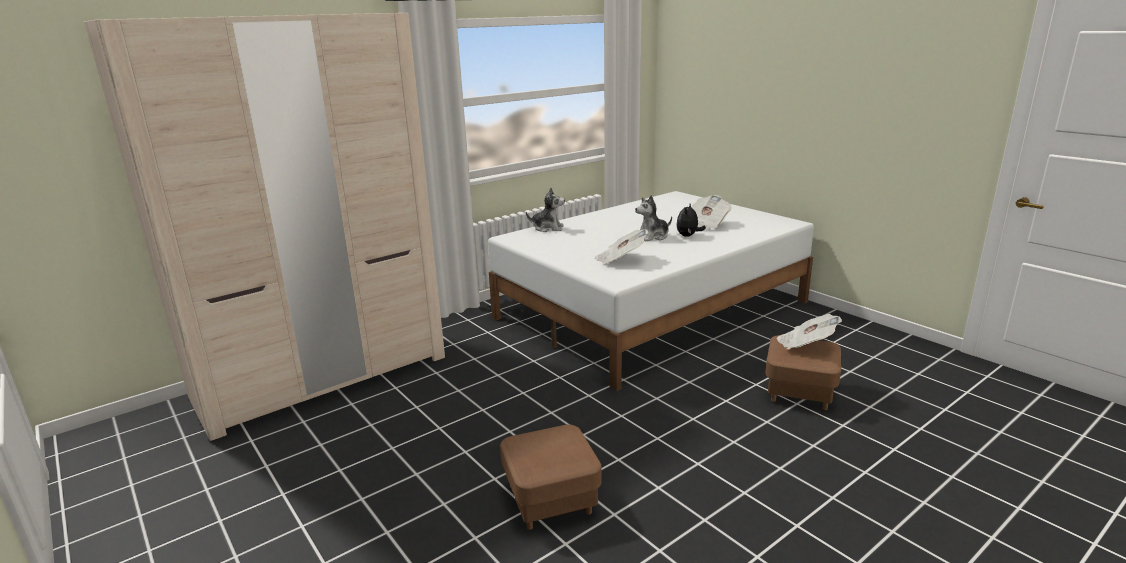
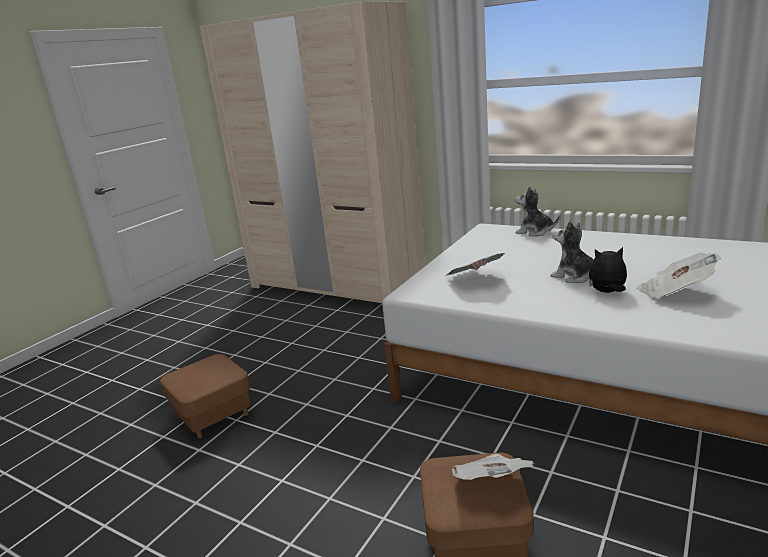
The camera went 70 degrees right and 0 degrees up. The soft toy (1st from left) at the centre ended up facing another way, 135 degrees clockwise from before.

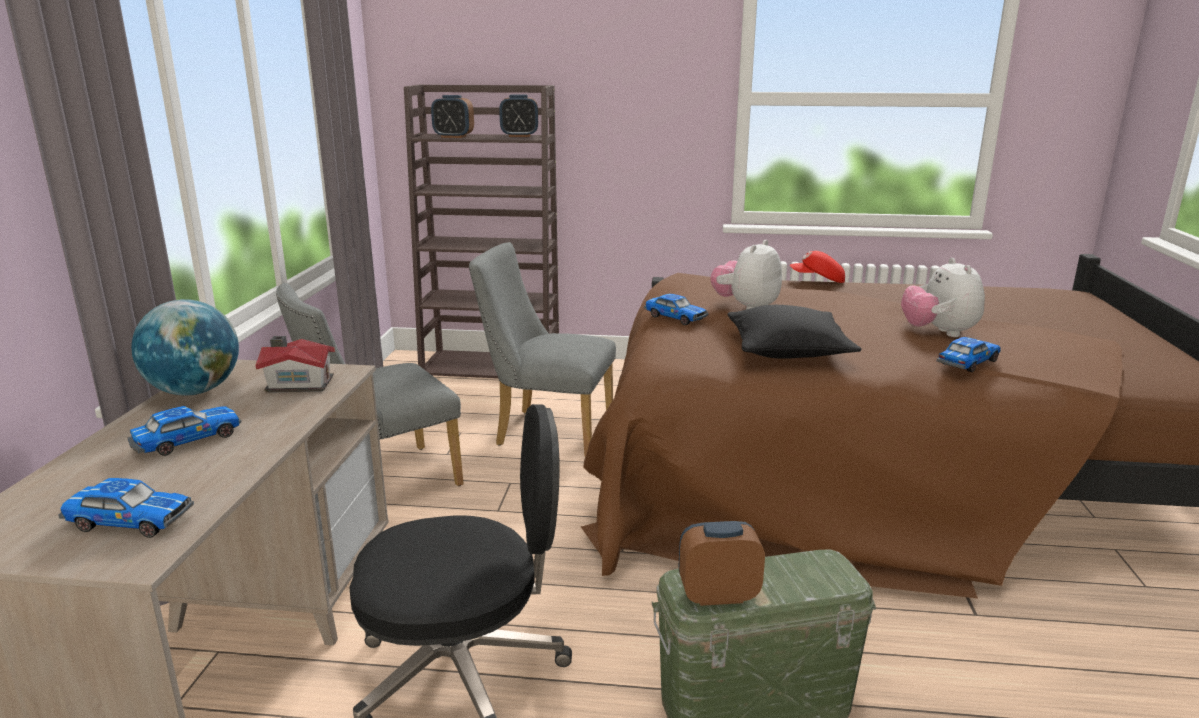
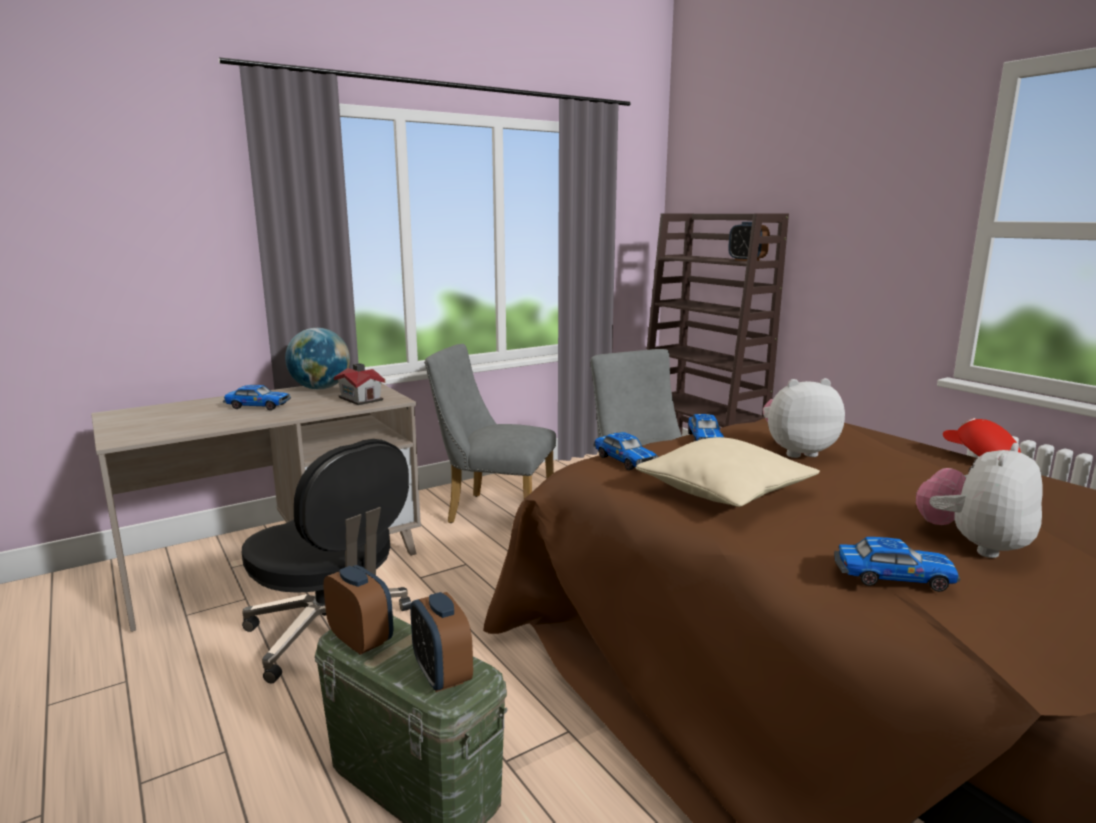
The camera went 50 degrees right and 5 degrees down. The table clock (1st from left in the first image) ended up elsewhere, having gone from the top centre to the bottom centre. The model car (1st from left in the first image) ended up elsewhere, having gone from the bottom left to the centre. What was the cushion in black-coloured at the centre turned into the cushion in sand-coloured at the centre.

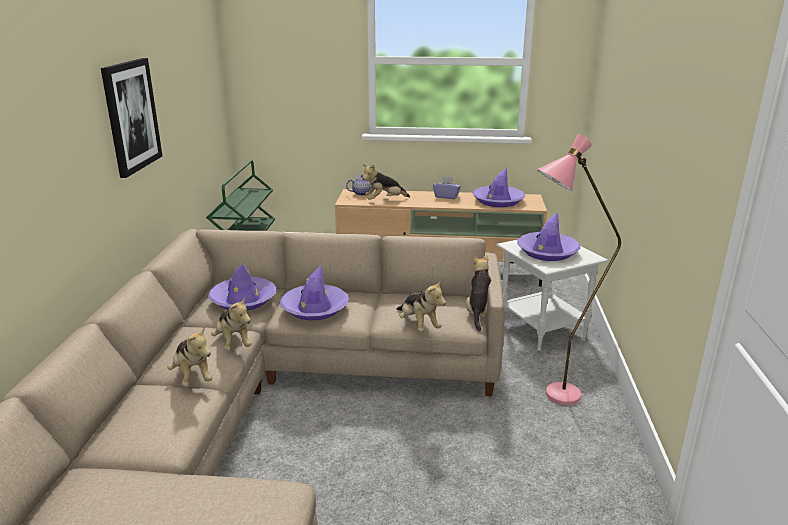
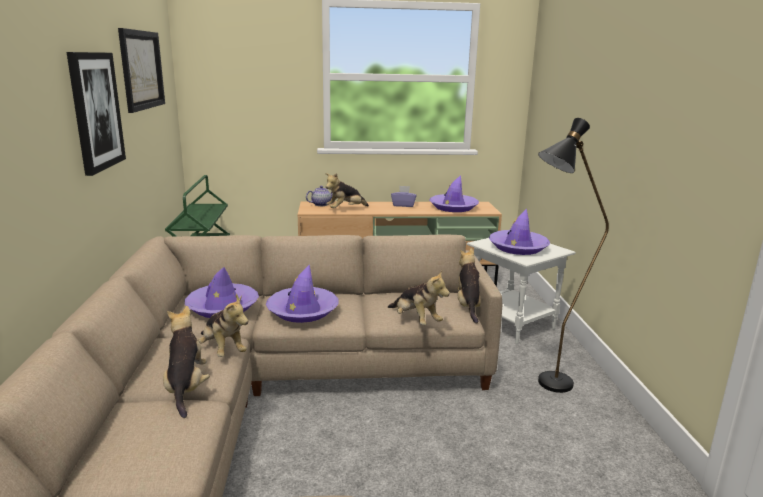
The camera went 10 degrees left and 5 degrees down. The second view gained the wall art (2nd from left) at the top left. The soft toy (1st from left) at the bottom left ended up facing another way, 150 degrees counterclockwise from before. What was the floor lamp in pink-coloured at the middle right turned into the floor lamp in black-coloured at the middle right.

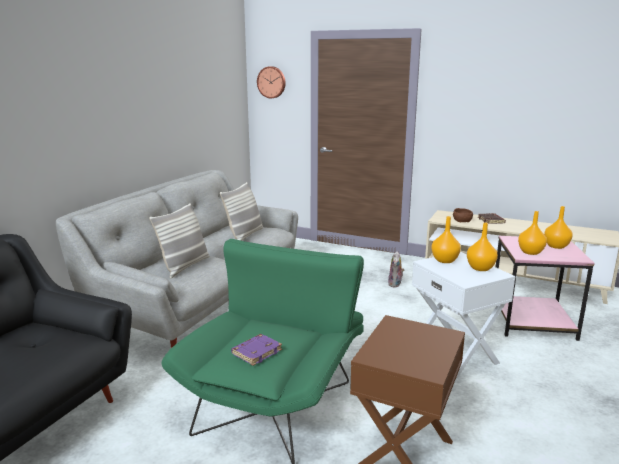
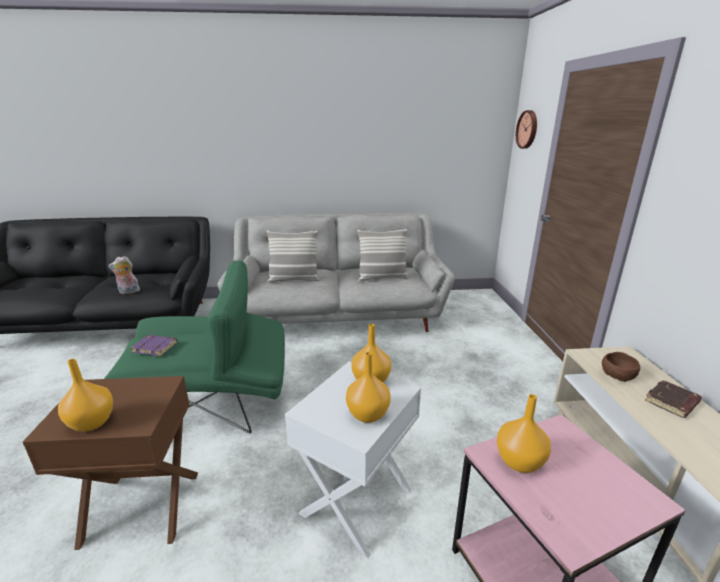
The camera went 60 degrees right and 5 degrees up. The decorative vase in orangey (4th from left in the first image) ended up elsewhere, having gone from the middle right to the bottom left. The soft toy ended up elsewhere, having gone from the centre to the middle left.

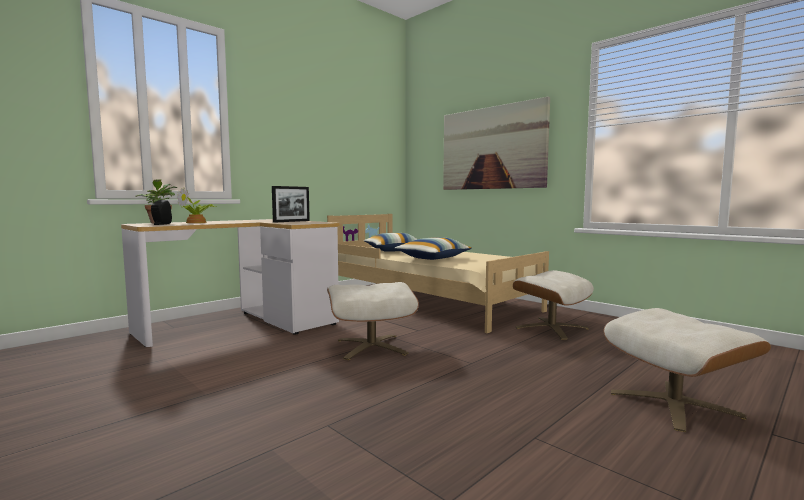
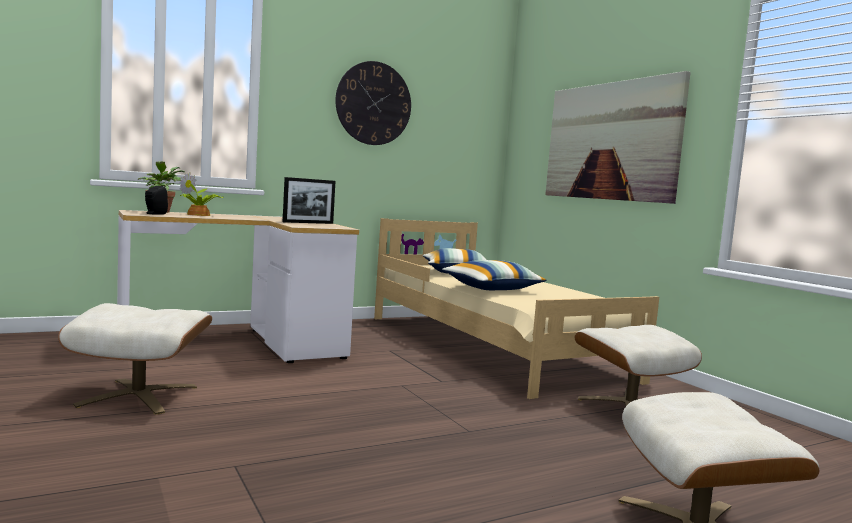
The camera went 15 degrees right and 0 degrees up. The footrest in sand-coloured (1st from left) ended up elsewhere, having gone from the centre to the bottom left. The second view gained the hanging clock at the top centre.

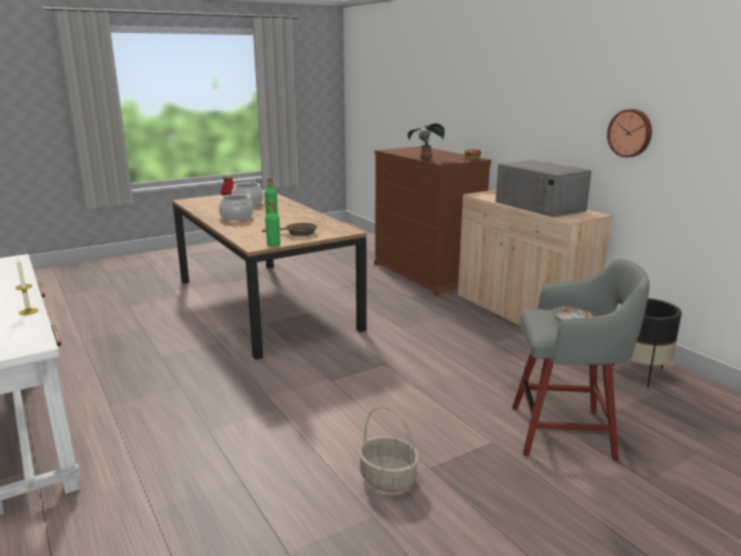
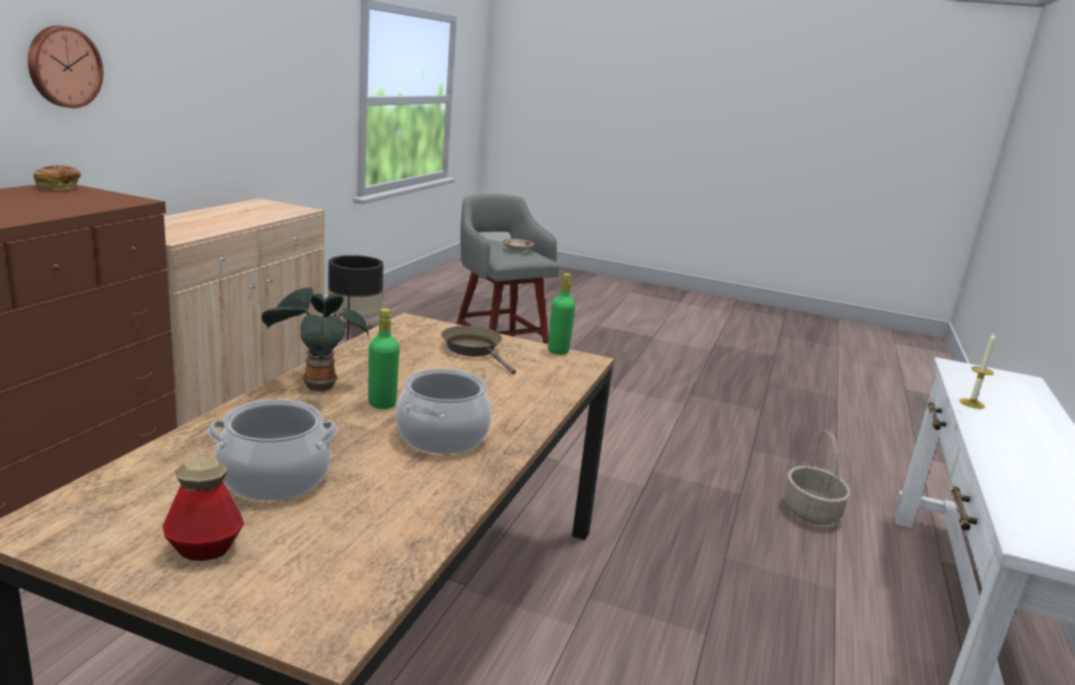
The camera went 130 degrees left and 0 degrees up. The hanging clock ended up elsewhere, having gone from the top right to the top left. The houseplant ended up elsewhere, having gone from the top centre to the middle left. The storage basket ended up elsewhere, having gone from the bottom centre to the bottom right. The second view lost the kitchen microwave in grey at the middle right.

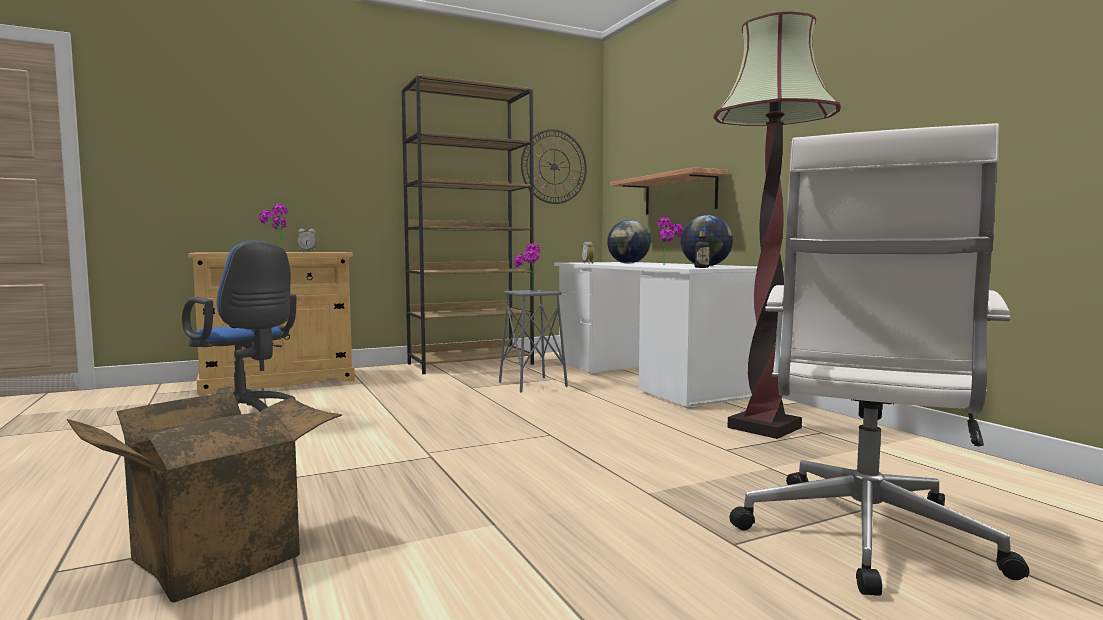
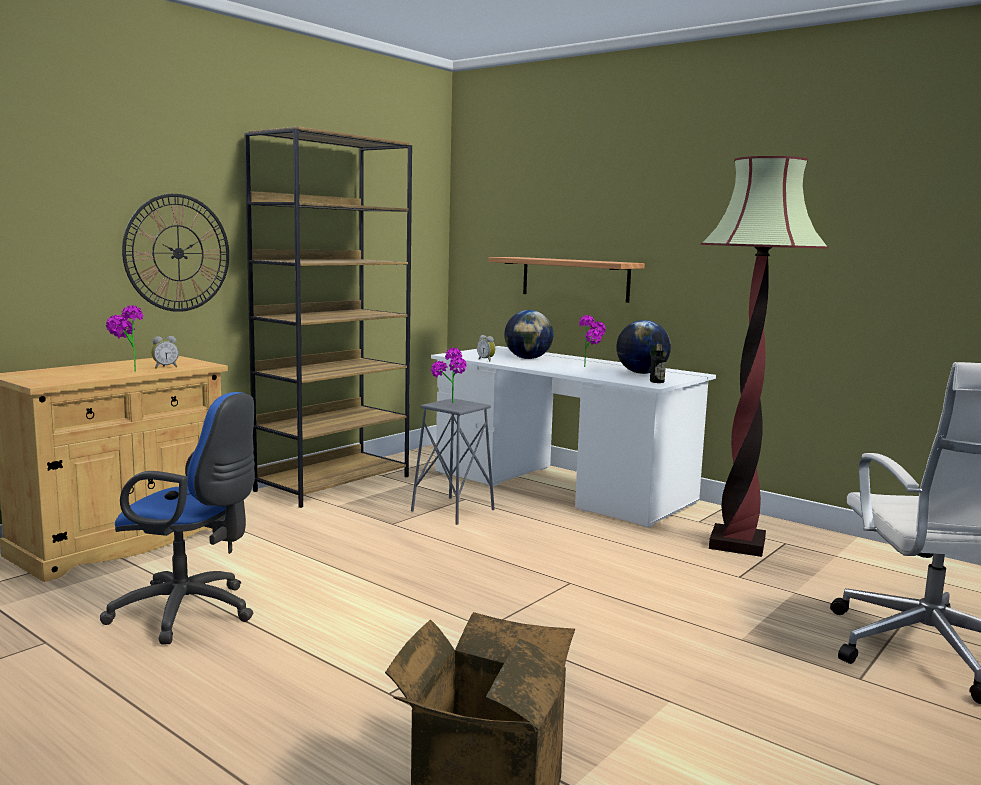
The camera went 25 degrees left and 5 degrees up. The hanging clock ended up elsewhere, having gone from the top centre to the top left.

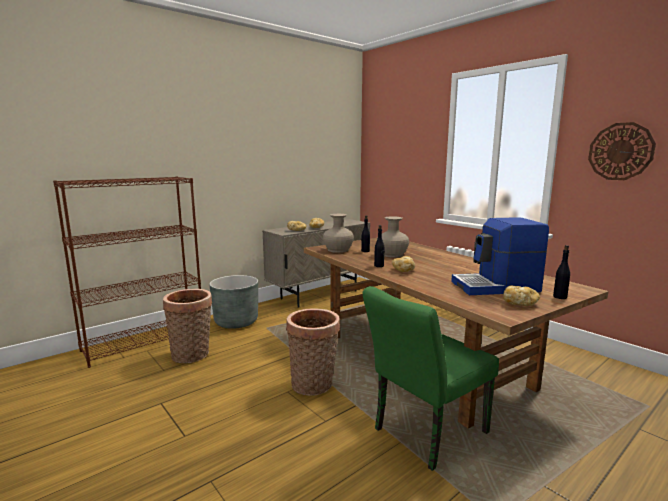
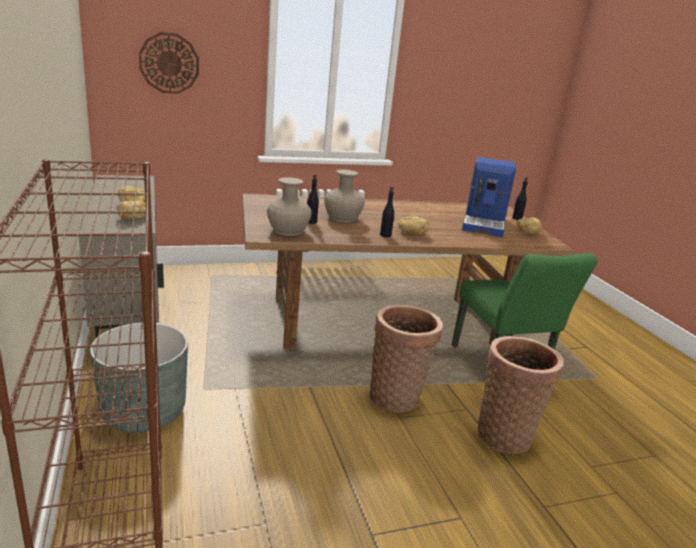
The camera went 70 degrees left and 10 degrees up. The hanging clock ended up elsewhere, having gone from the top right to the top left. The storage basket (1st from left in the first image) ended up elsewhere, having gone from the middle left to the bottom right.

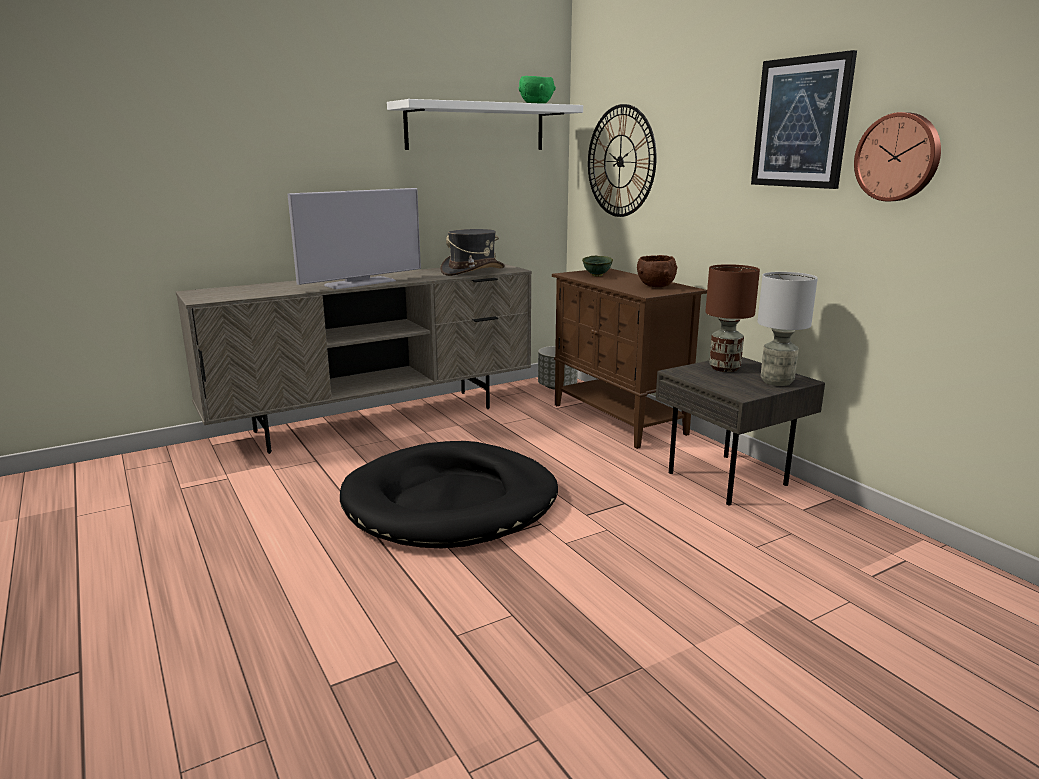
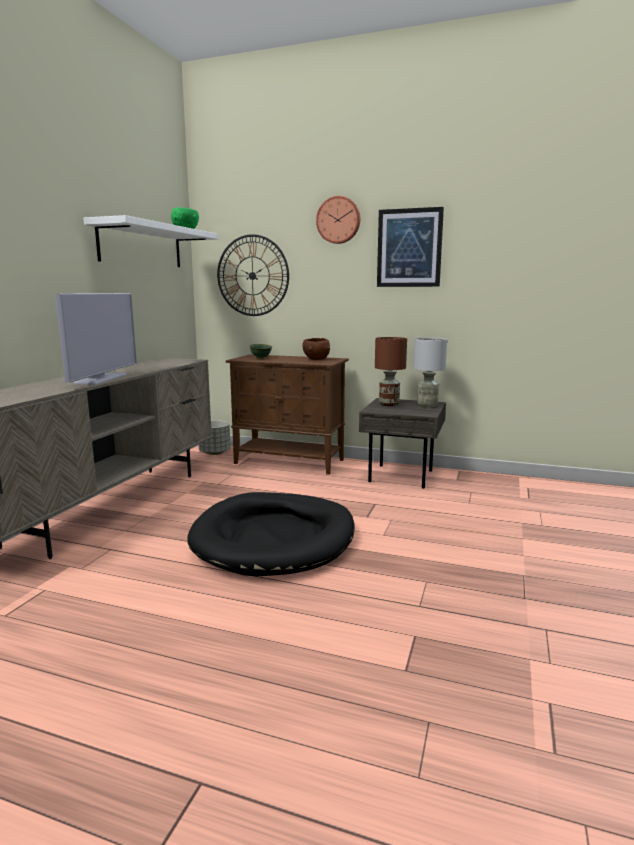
The camera went 40 degrees left and 5 degrees down. The hanging clock (2nd from left) ended up elsewhere, having gone from the top right to the top centre. The second view lost the hat in grey at the top centre.

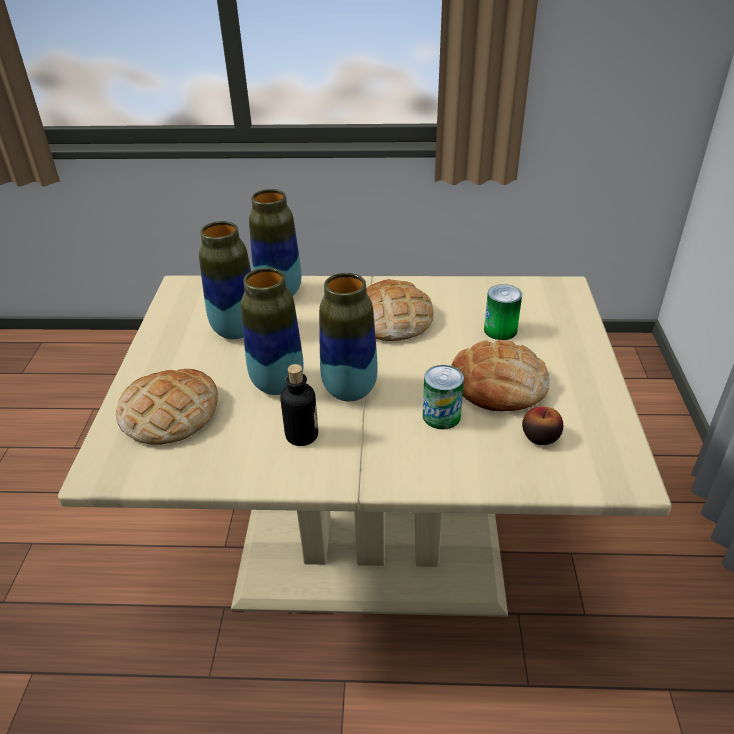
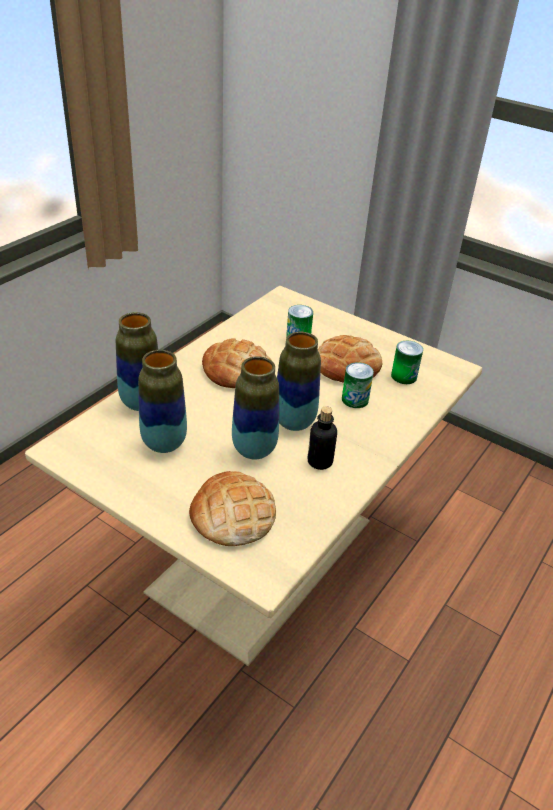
The camera went 60 degrees left and 0 degrees up. Where the whole apple stood at the middle right, the can (3rd from left) came to stand at the middle right.

